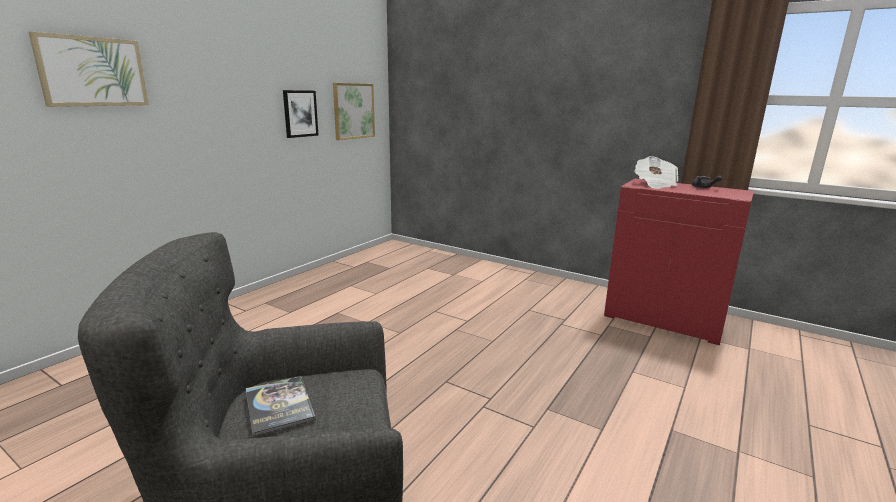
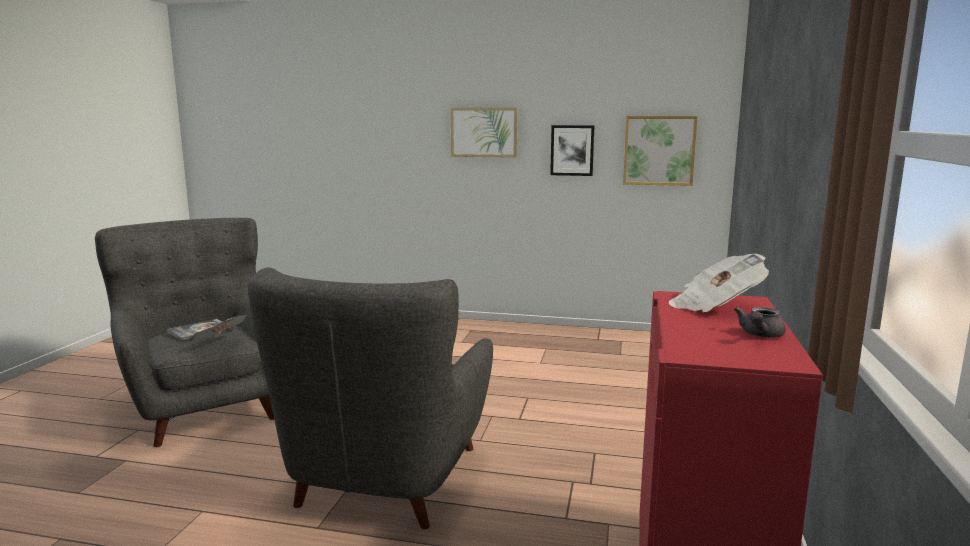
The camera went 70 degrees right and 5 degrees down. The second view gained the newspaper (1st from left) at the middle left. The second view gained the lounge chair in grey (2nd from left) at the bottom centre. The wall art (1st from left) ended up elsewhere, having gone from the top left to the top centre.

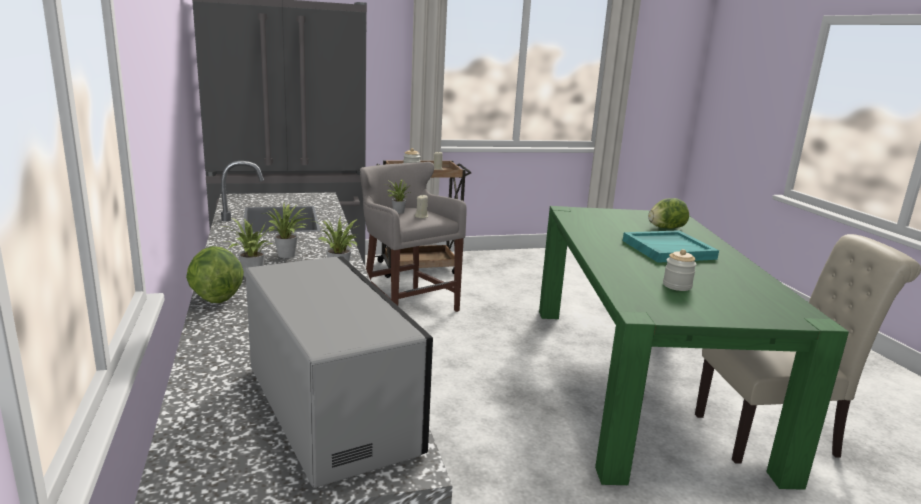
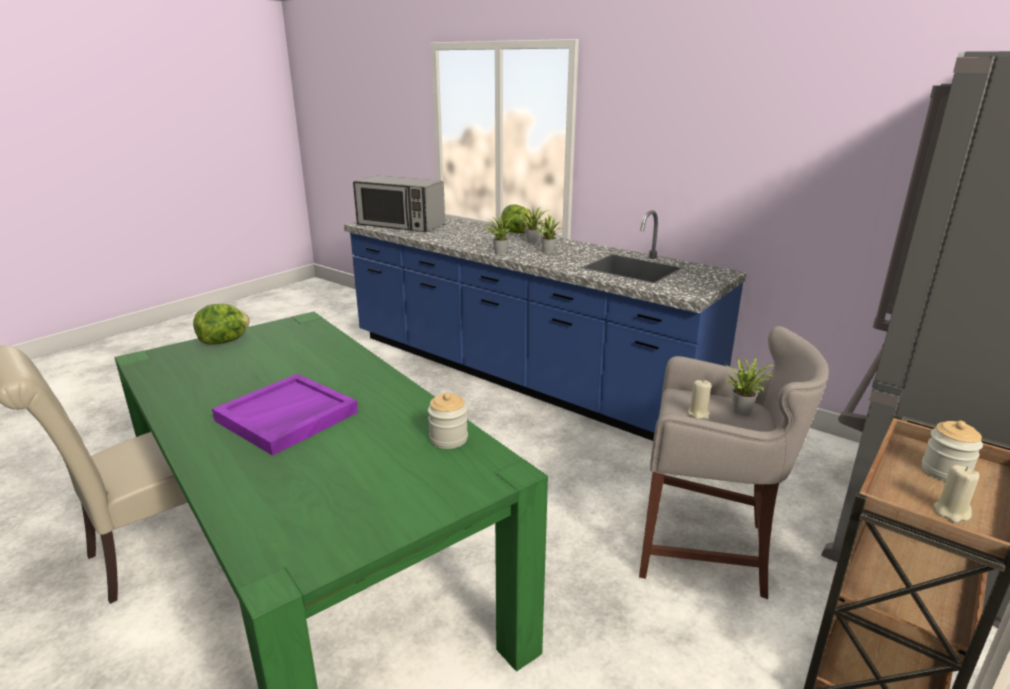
The camera went 145 degrees right and 5 degrees up. The head of lettuce (2nd from left in the first image) ended up elsewhere, having gone from the middle right to the middle left. What was the carrying tray in turquoise at the middle right turned into the carrying tray in purple at the middle left. The storage jar (2nd from left in the first image) ended up elsewhere, having gone from the middle right to the centre.

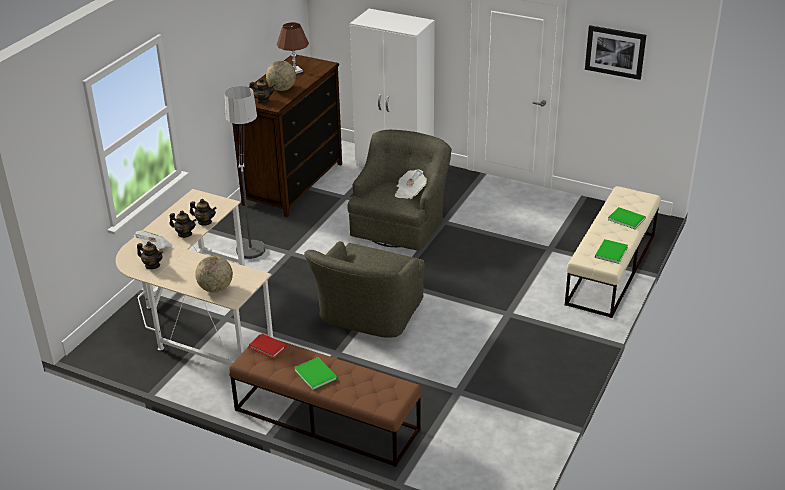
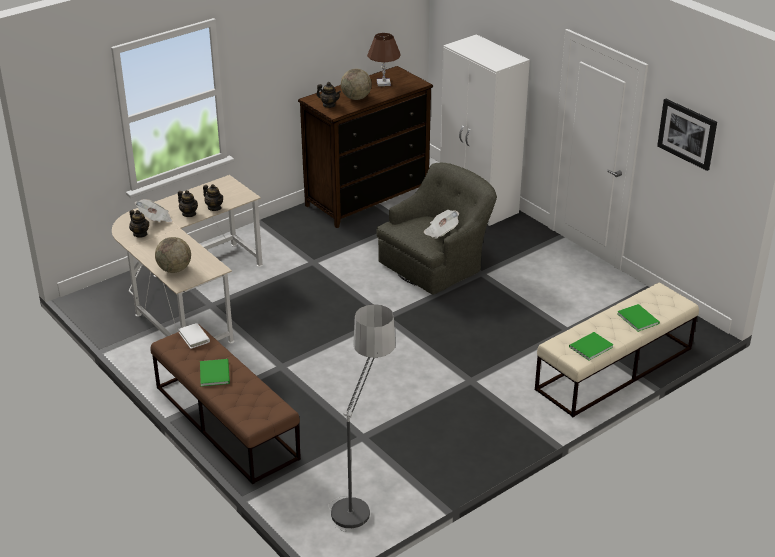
The camera went 25 degrees right and 0 degrees up. What was the book in red at the bottom centre turned into the book in white-coloured at the middle left. The floor lamp ended up elsewhere, having gone from the middle left to the bottom centre. The second view lost the lounge chair in green (1st from left) at the centre.

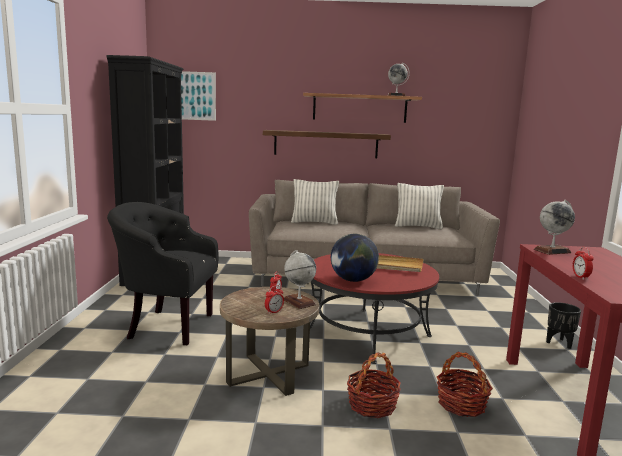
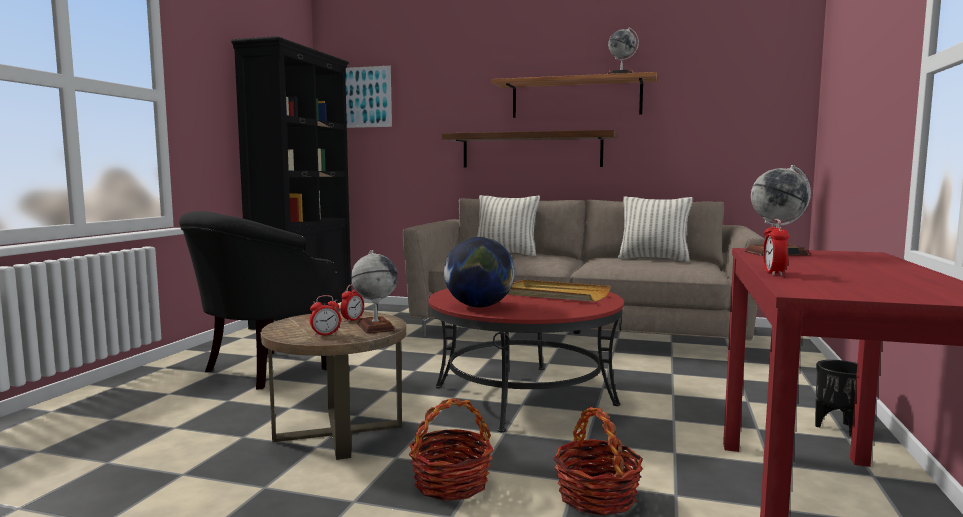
The camera went 15 degrees right and 5 degrees down. The lounge chair in black-coloured at the middle left ended up facing another way, 75 degrees counterclockwise from before.

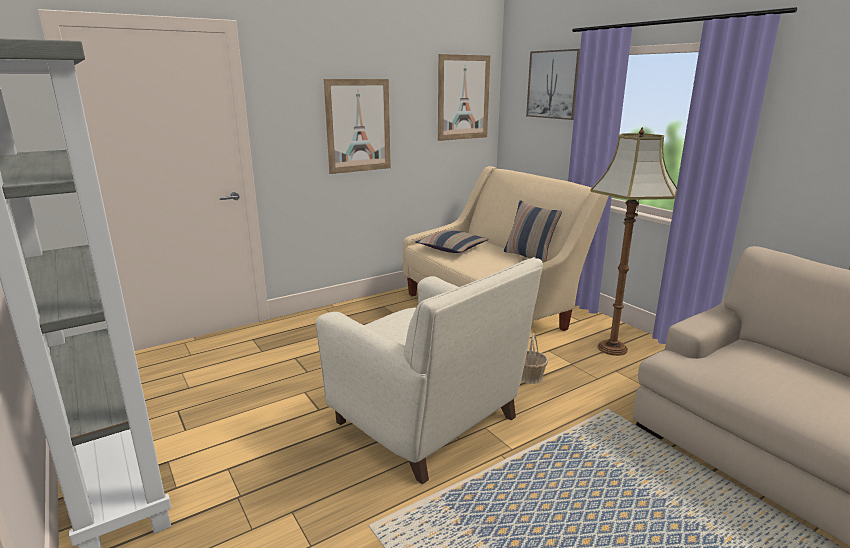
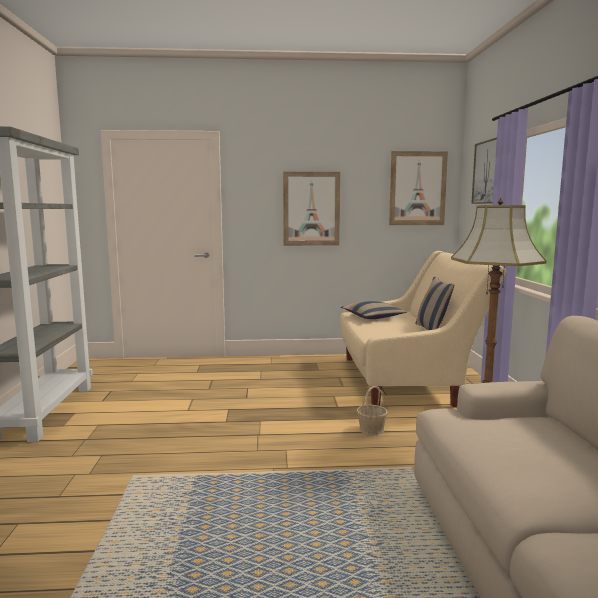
The camera went 30 degrees right and 10 degrees down. The second view lost the lounge chair in sand-coloured at the bottom centre.

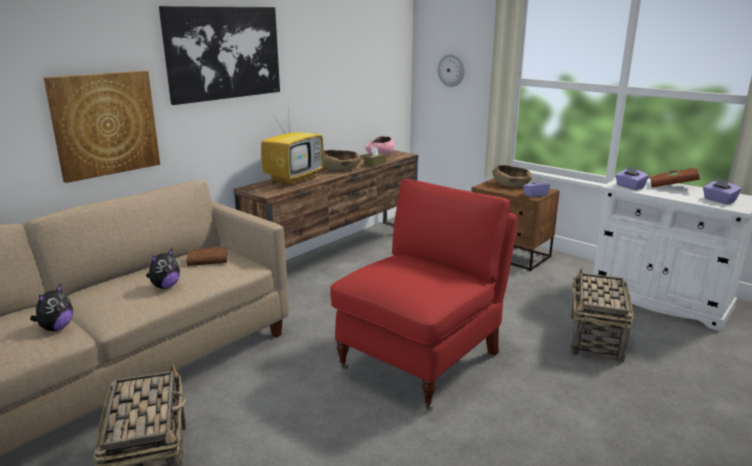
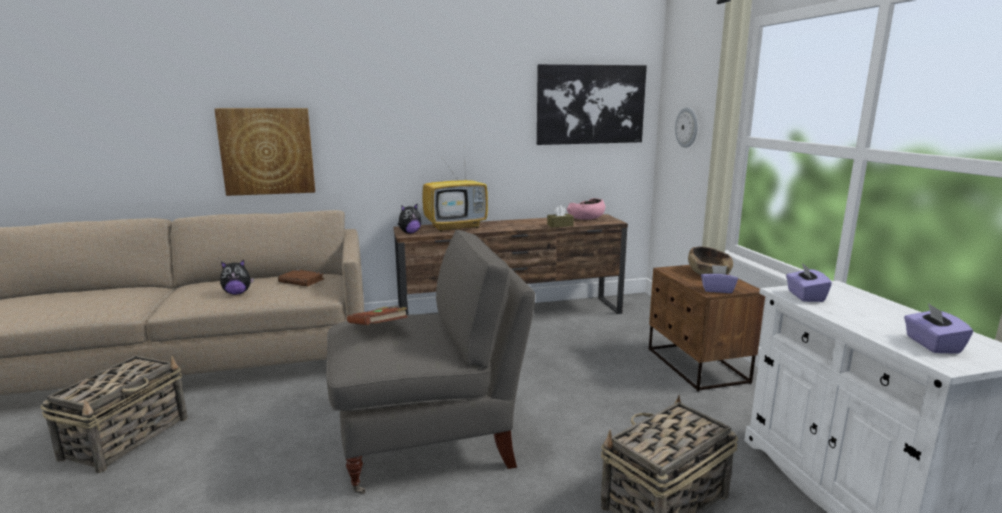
The camera went 35 degrees right and 5 degrees down. What was the lounge chair in red at the centre turned into the lounge chair in grey at the bottom centre. The book in brown-coloured (2nd from left) ended up elsewhere, having gone from the middle right to the centre. The soft toy (1st from left in the first image) ended up elsewhere, having gone from the middle left to the centre. The wall art (2nd from left) ended up elsewhere, having gone from the top left to the top centre. The second view lost the deep dish in brown-coloured (1st from left) at the centre.

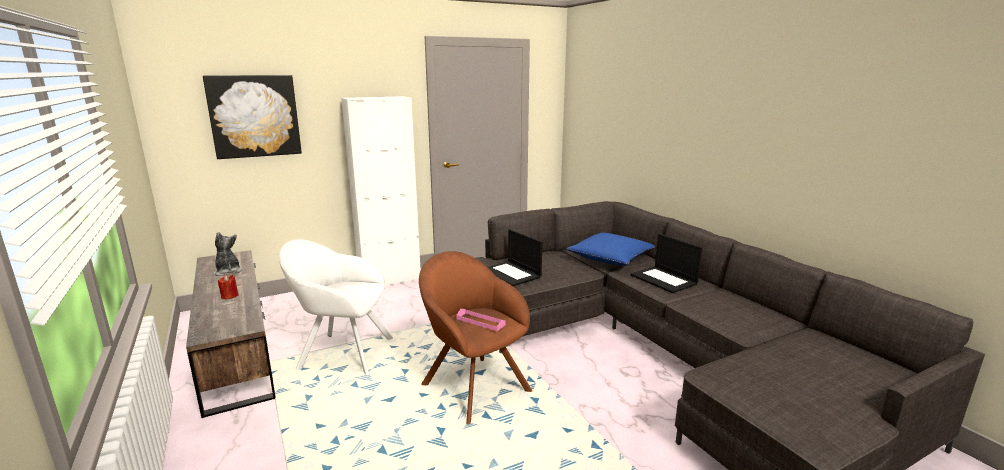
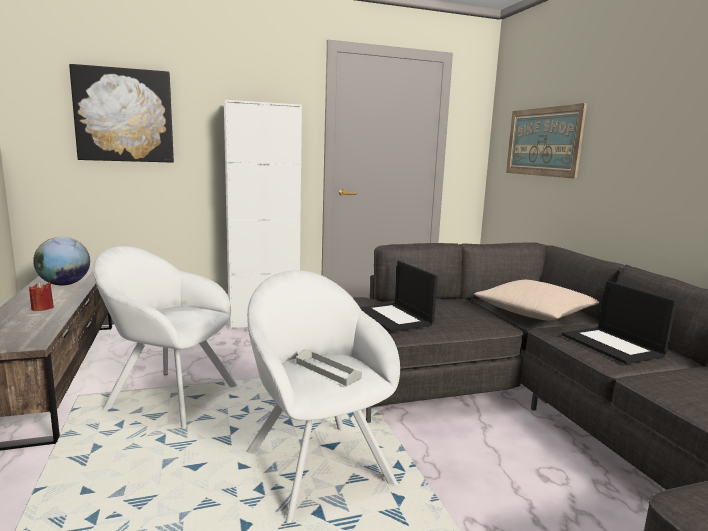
The camera went 10 degrees right and 5 degrees down. Where the soft toy stood at the middle left, the world globe came to stand at the middle left. What was the lounge chair in brown-coloured at the bottom centre turned into the lounge chair in white-coloured (2nd from left) at the bottom centre. What was the carrying tray in pink-coloured at the bottom centre turned into the carrying tray in grey at the bottom centre. What was the cushion in blue at the centre turned into the cushion in sand-coloured at the middle right. The second view gained the wall art (2nd from left) at the top right.

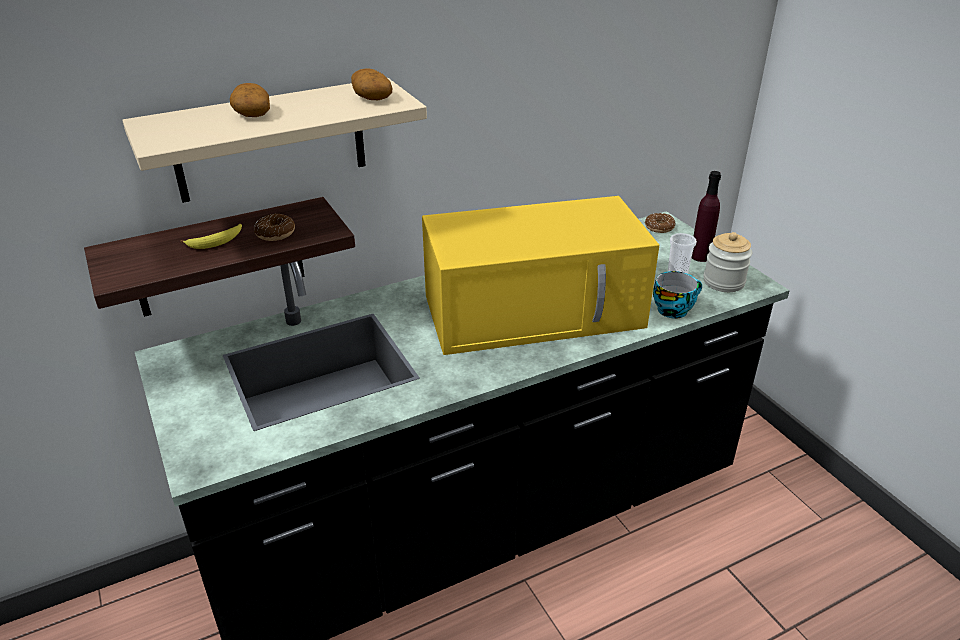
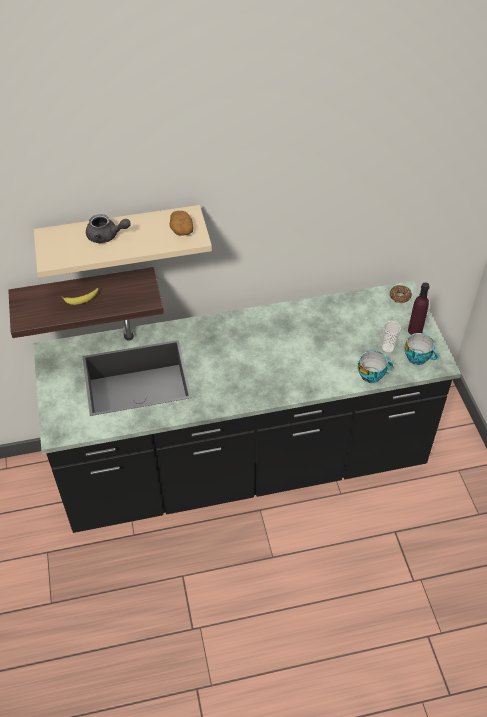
The camera went 15 degrees right and 15 degrees up. Where the spud (1st from left) stood at the top left, the teapot in grey came to stand at the top left. Where the storage jar stood at the middle right, the drinking cup (3rd from left) came to stand at the middle right. The second view lost the donut (1st from left) at the middle left. The second view lost the kitchen microwave in yellow-coloured at the centre.

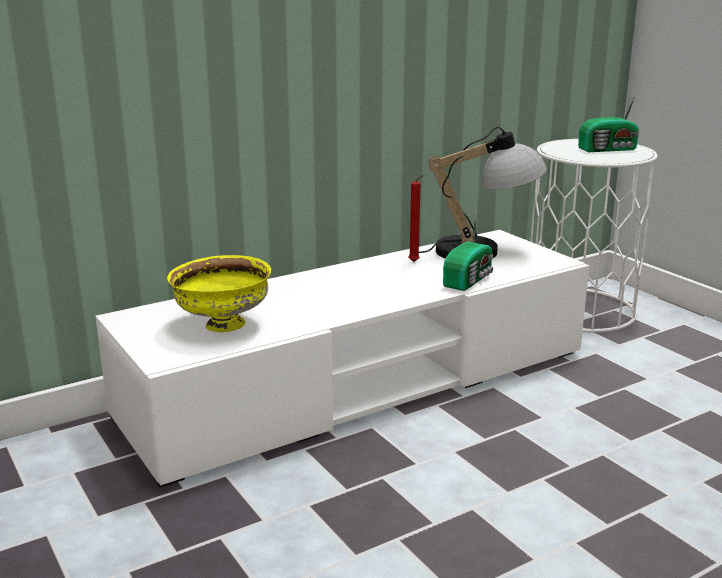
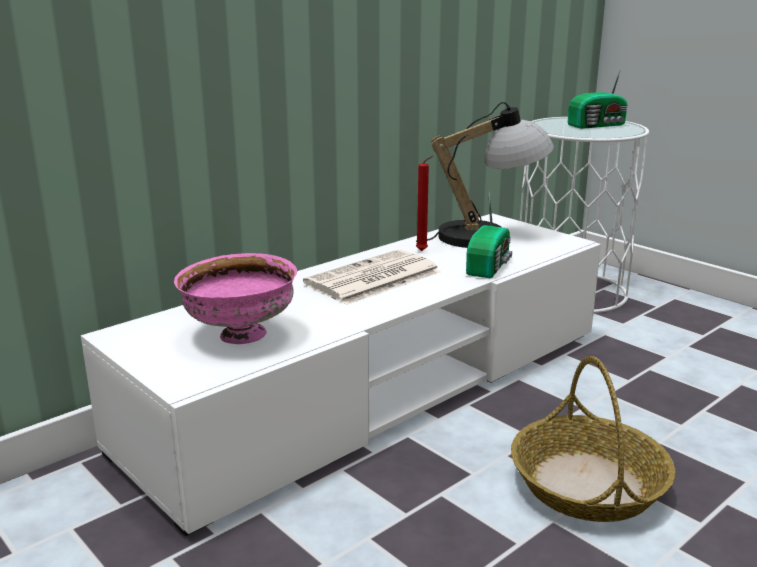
The camera went 10 degrees left and 0 degrees up. What was the deep dish in yellow-coloured at the middle left turned into the deep dish in pink-coloured at the middle left. The second view gained the newspaper at the centre. The second view gained the storage basket at the bottom right.

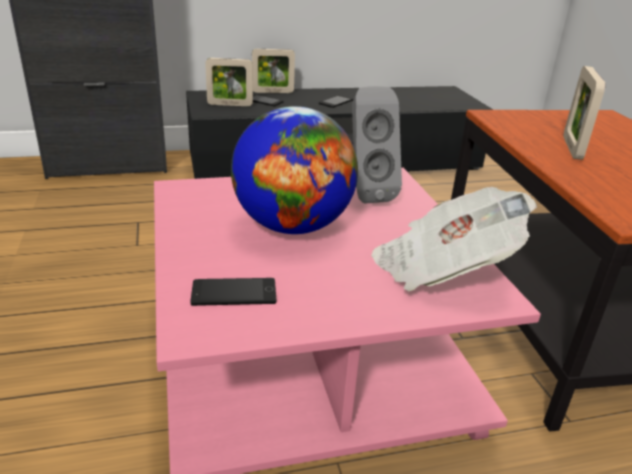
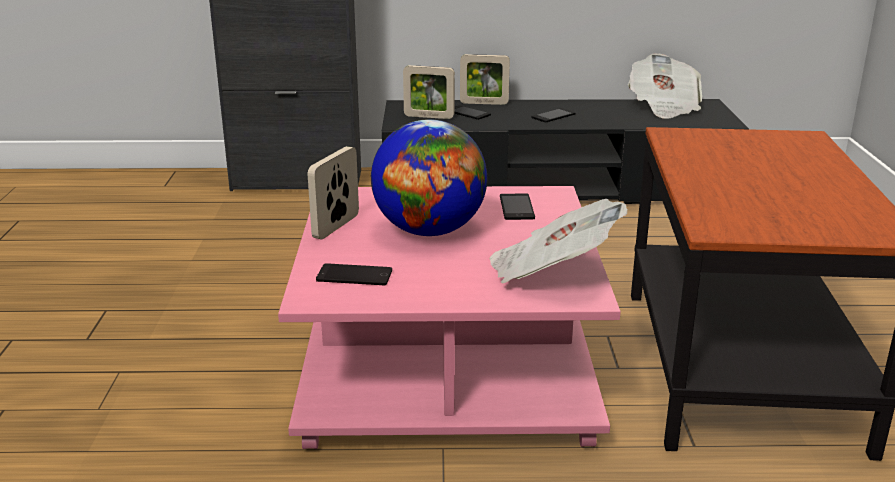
The camera went 15 degrees right and 5 degrees down. The standing frame (3rd from left in the first image) ended up elsewhere, having gone from the top right to the centre. Where the loudspeaker in grey stood at the top centre, the telephone (3rd from left) came to stand at the centre. The second view gained the newspaper (2nd from left) at the top right.

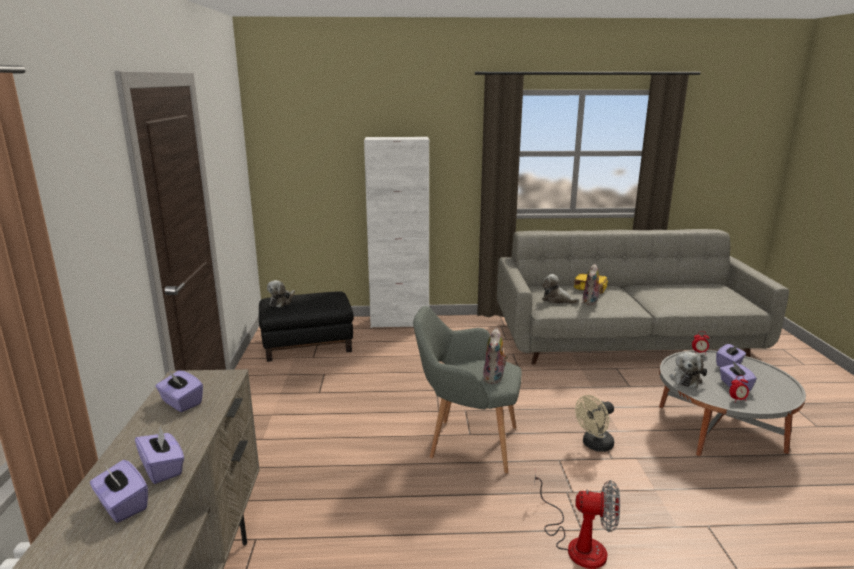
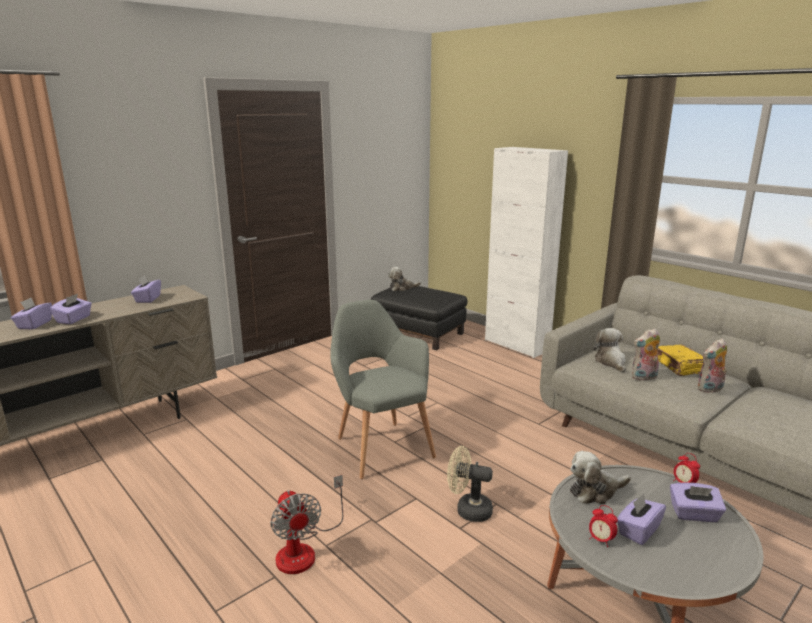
The camera went 50 degrees right and 0 degrees up. The soft toy (2nd from left in the first image) ended up elsewhere, having gone from the centre to the middle right.

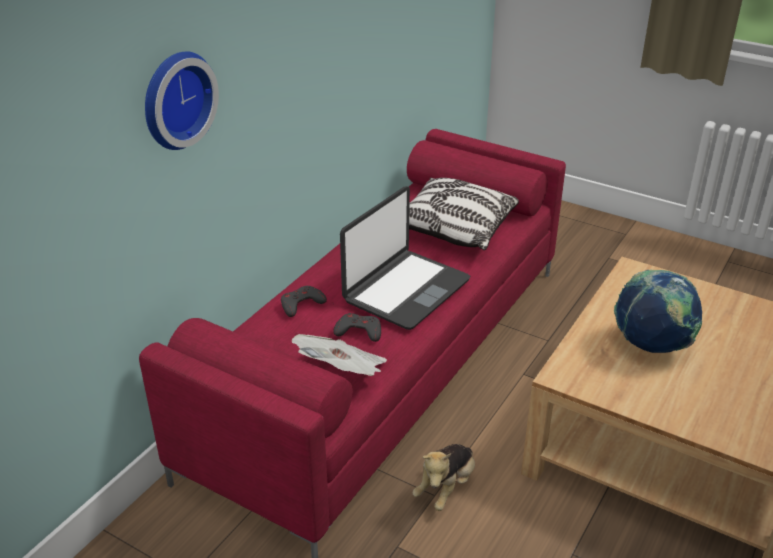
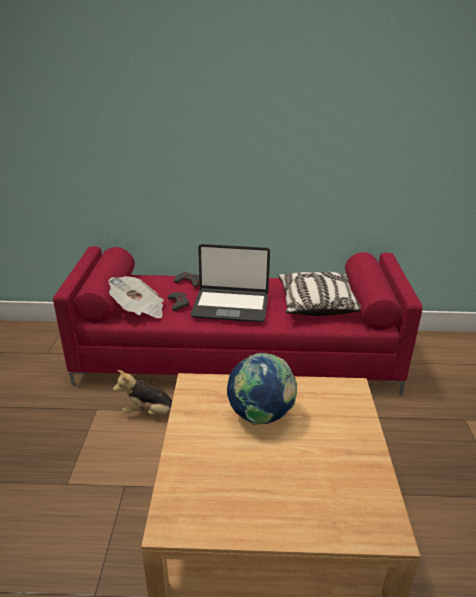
The camera went 60 degrees right and 5 degrees down. The second view lost the hanging clock at the top left.

